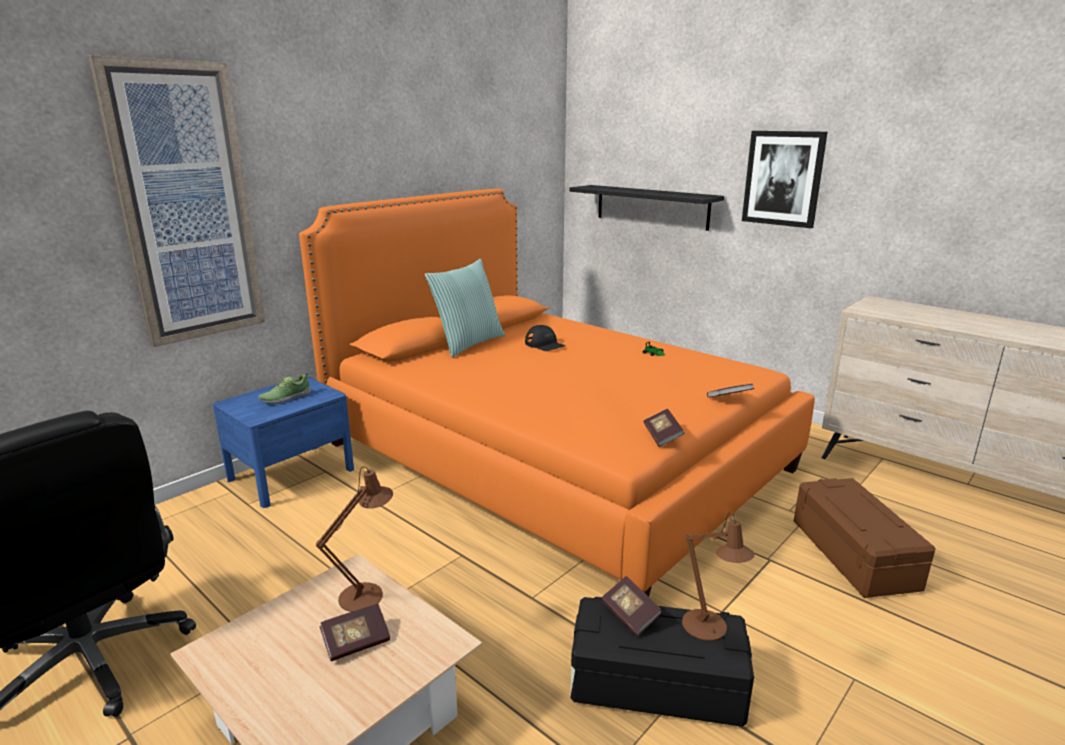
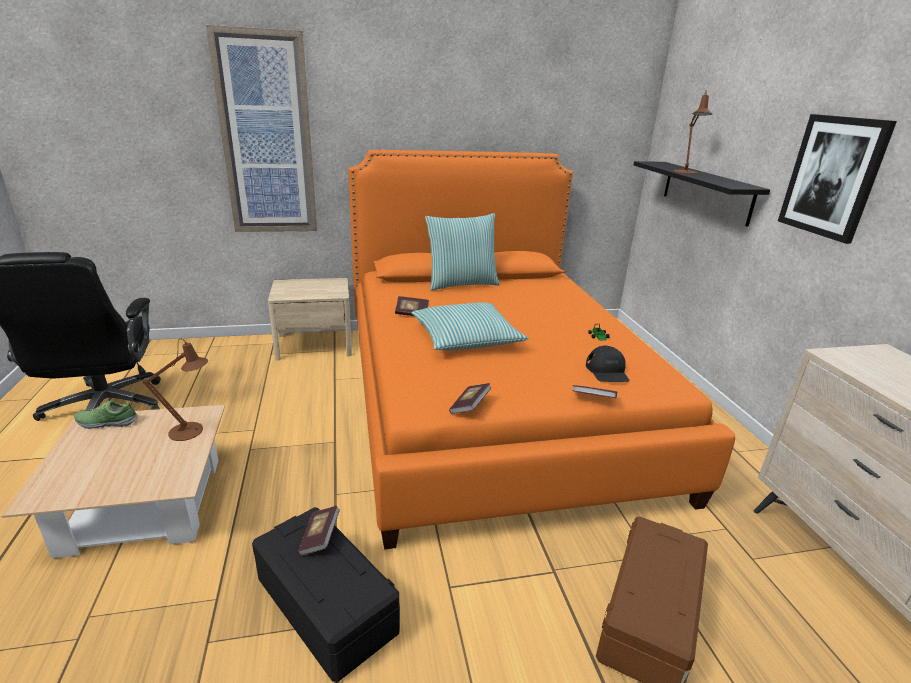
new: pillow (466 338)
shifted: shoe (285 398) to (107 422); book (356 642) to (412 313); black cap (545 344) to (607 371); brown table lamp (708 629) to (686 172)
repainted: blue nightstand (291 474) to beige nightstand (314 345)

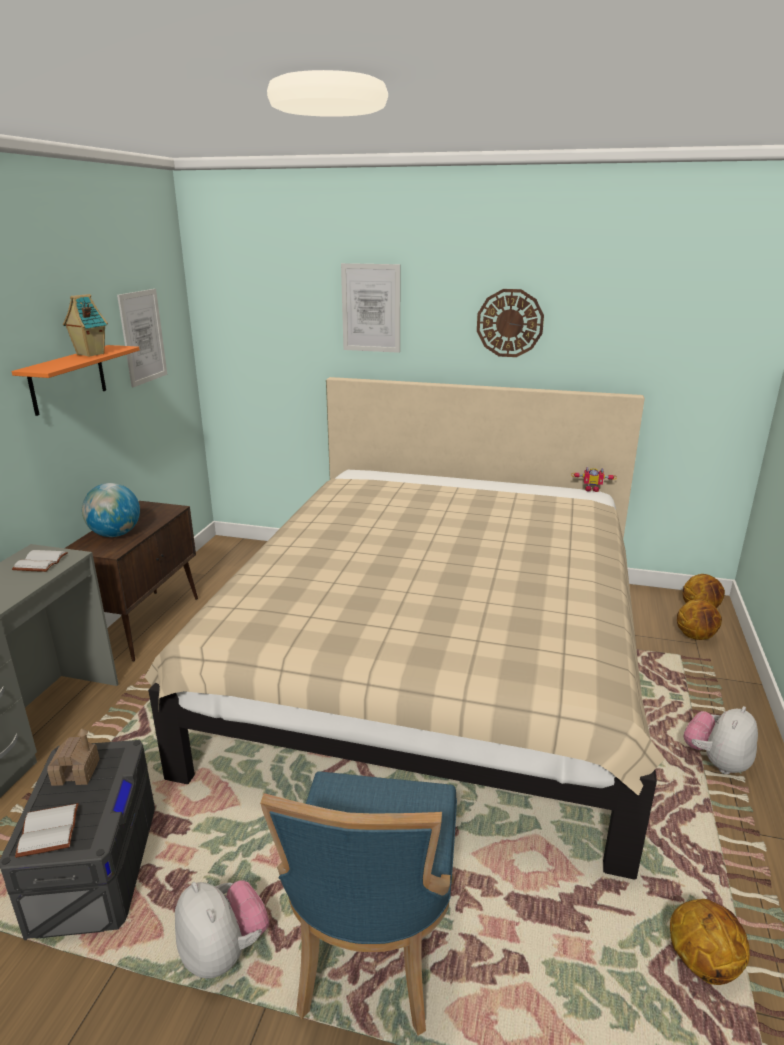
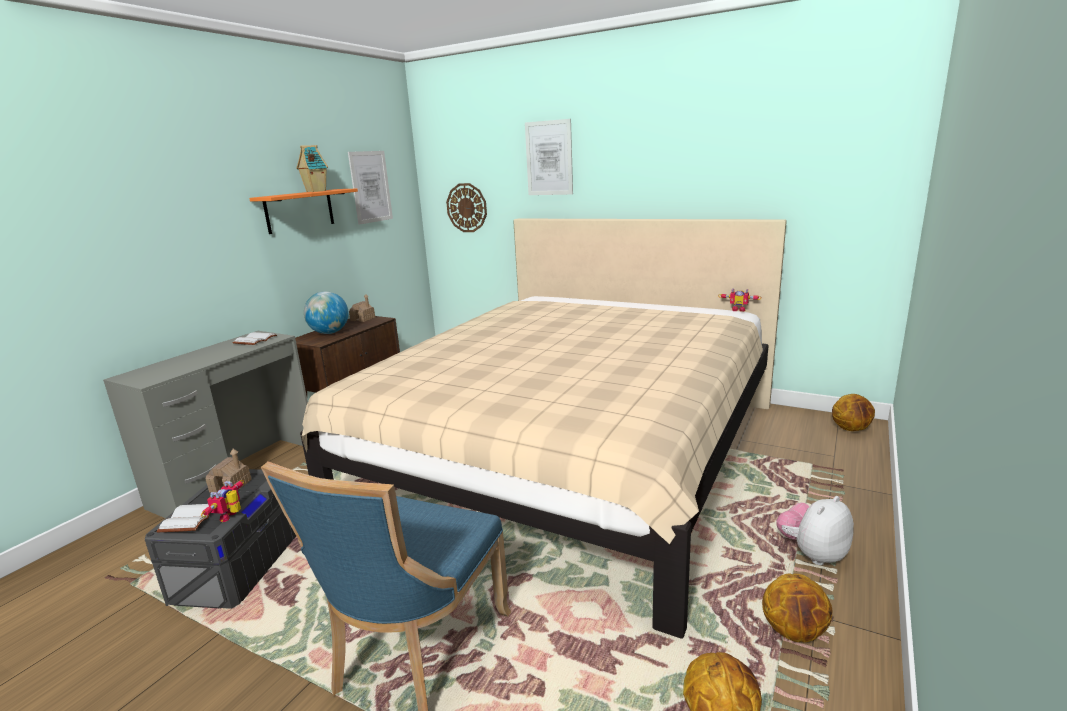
gone: plush toy (224 951)
new: toy robot (231 516); toy house (363 319)
shifted: wall clock (509 323) to (467 207); basketball (696 636) to (794 632)

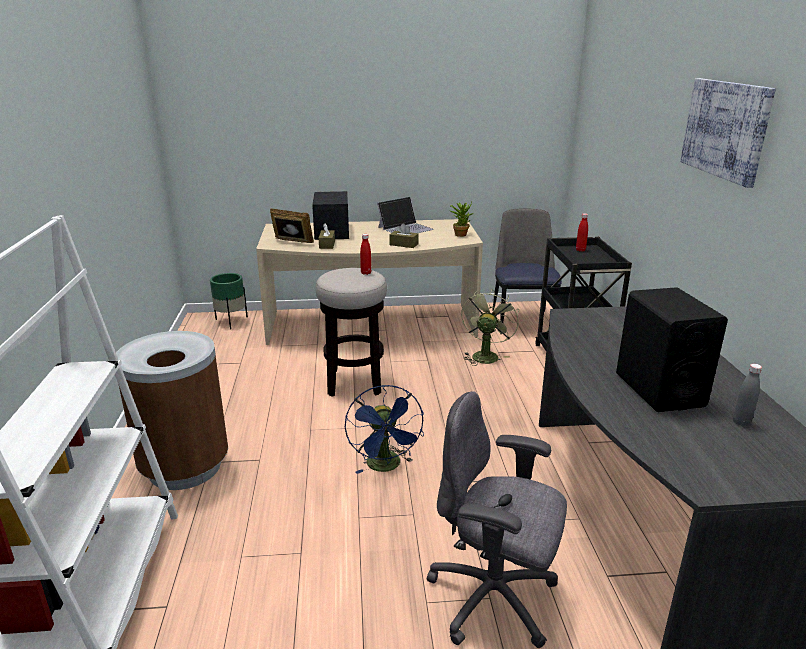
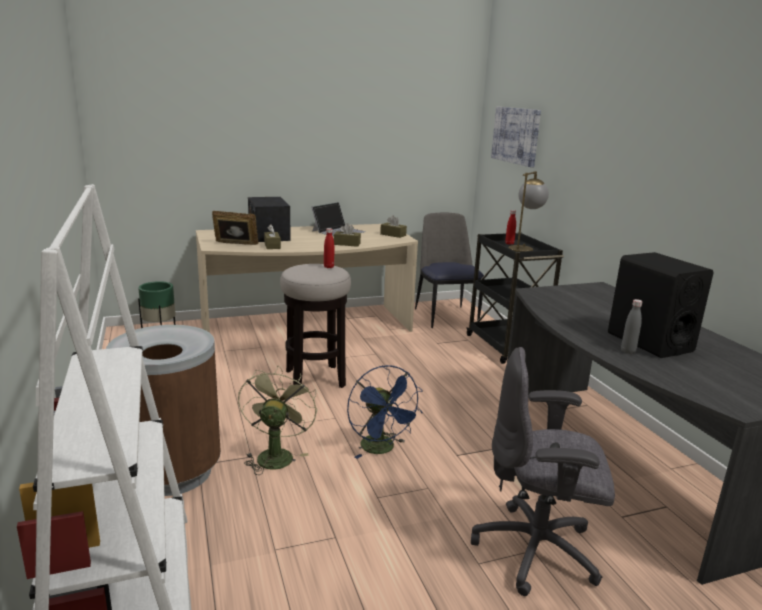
new: table lamp (523 250)
shifted: green fan (485 355) to (275 454); picture (725 129) to (516 135); grey bottle (741 422) to (628 351)
swapped: potted plant (460 234) to brown tissue box (393 235)

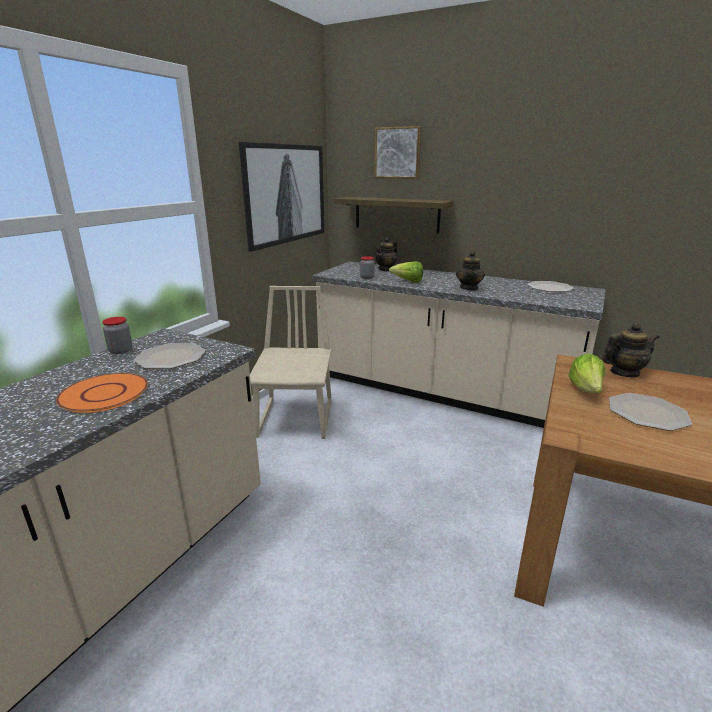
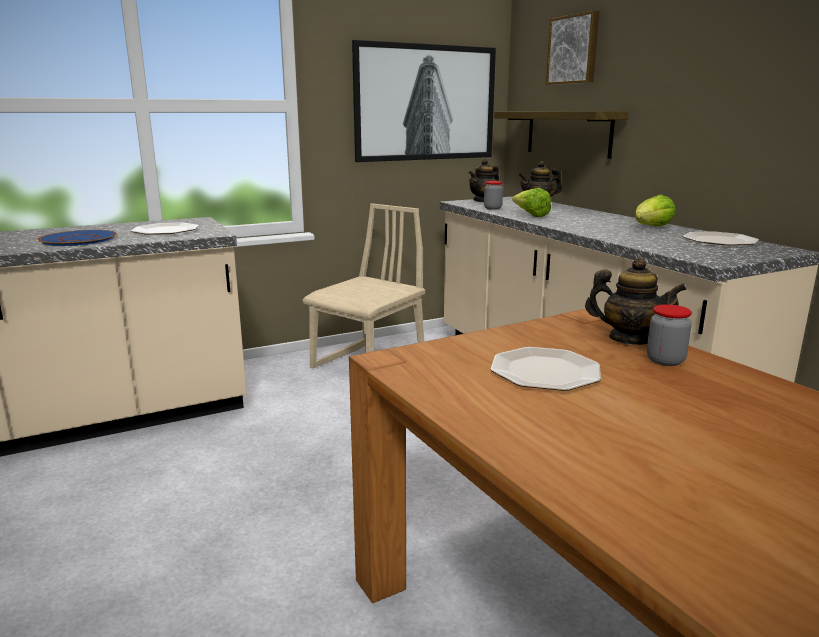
shifted: teapot (469 288) to (483 201); lettuce (586 390) to (651 227); jar (120 351) to (665 360)
repainted: orange plate (104 394) to blue plate (78 239)

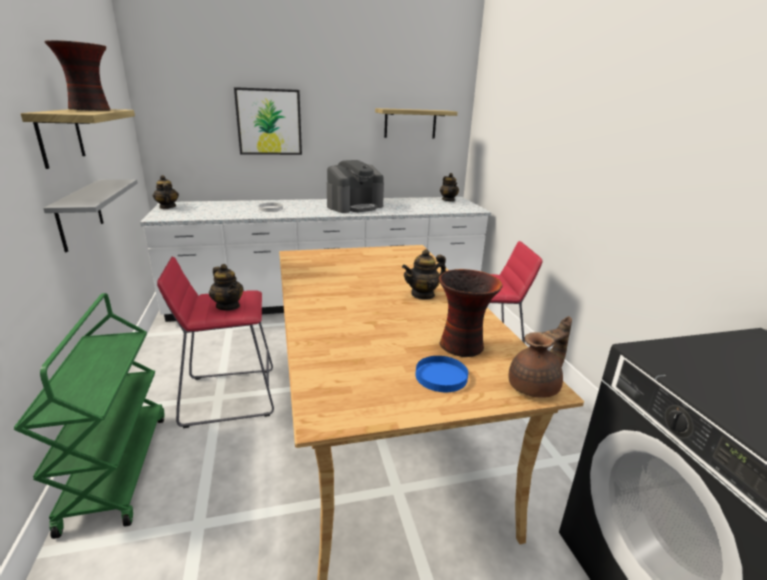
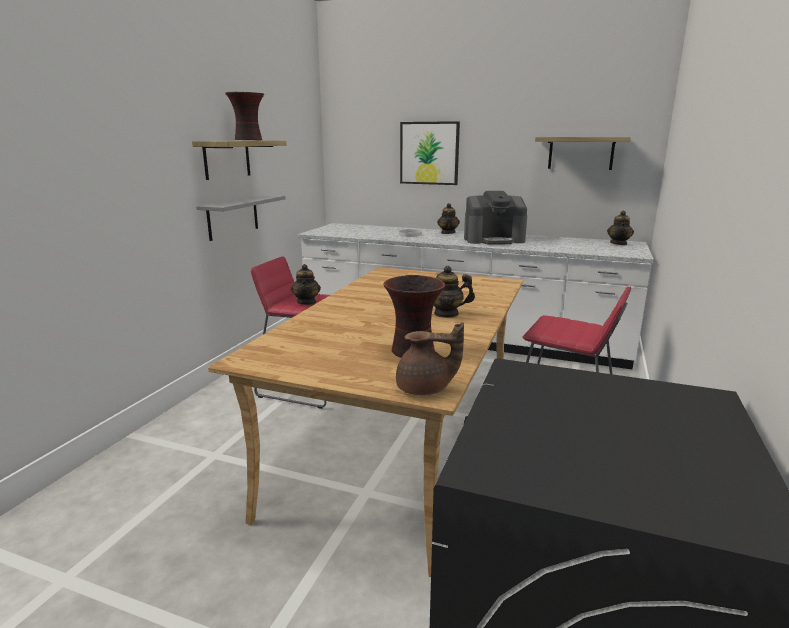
gone: green cart (117 468); blue plate (440 376)
shifted: teapot (167 207) to (447 233)

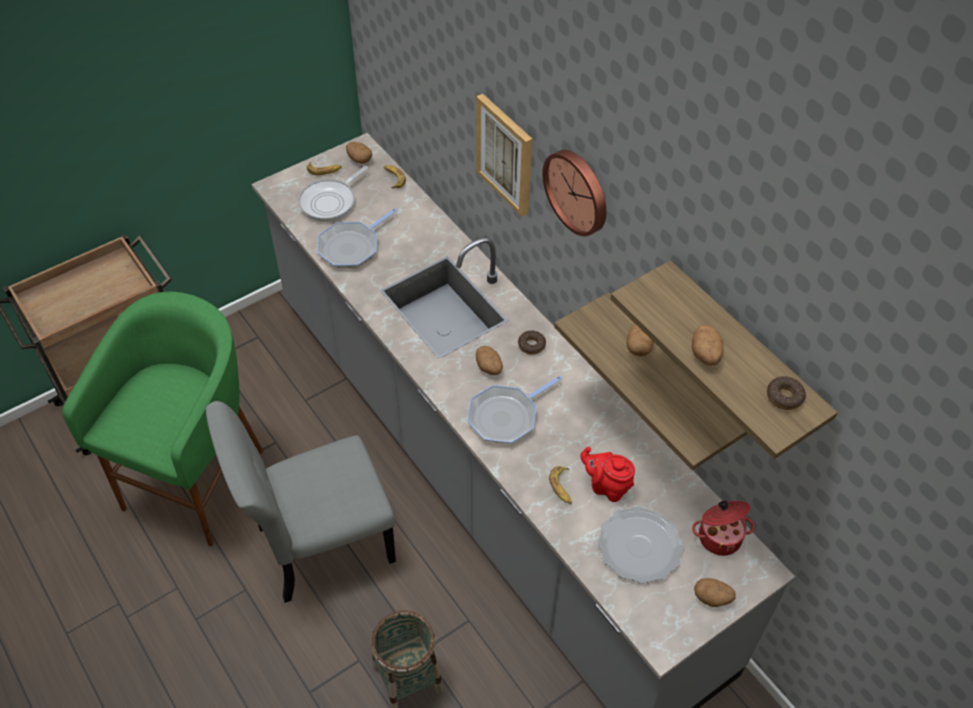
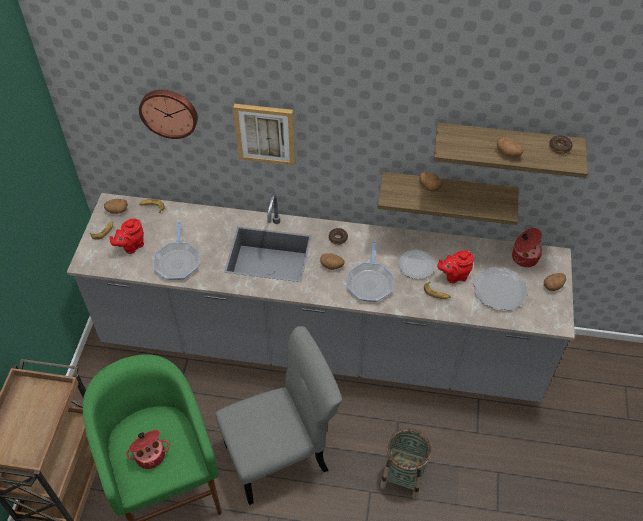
new: cooking pot (150 454); plate (416 266)
shifted: wall clock (578 191) to (169 112)
swapped: frying pan (330 202) to red teapot (131 246)
rotated: grey chair (319 545) = (281 456) 135 degrees counterclockwise

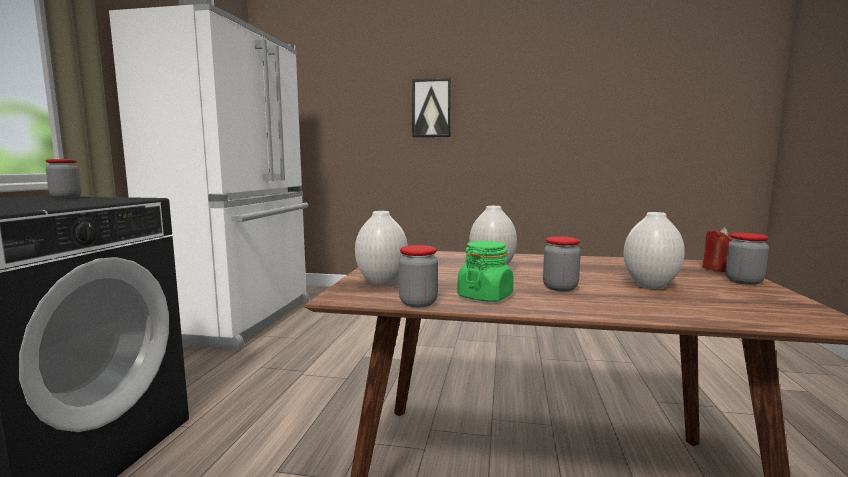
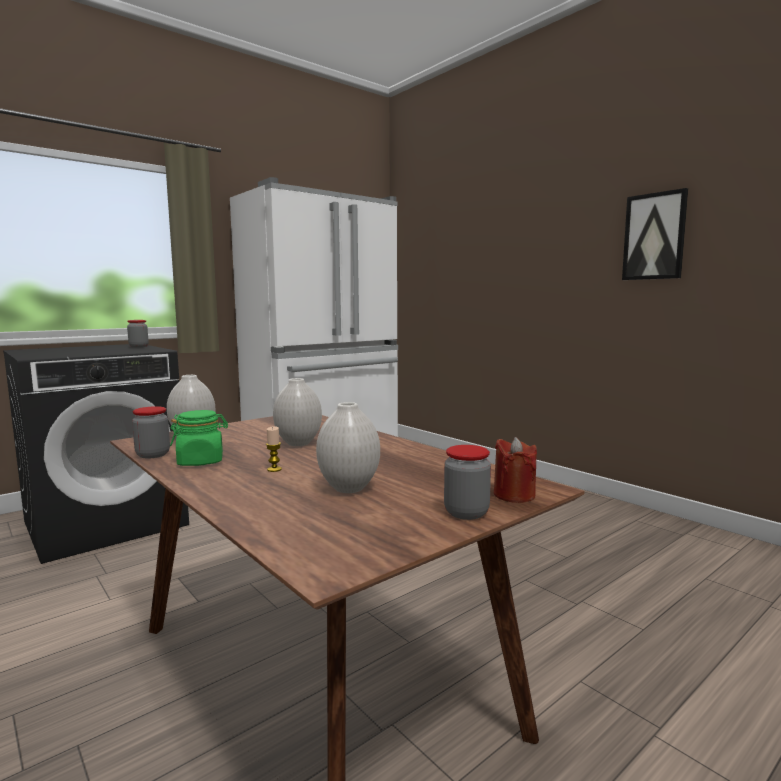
shifted: picture (431 108) to (654 236)
swapped: jar (560 288) to candle (274 469)

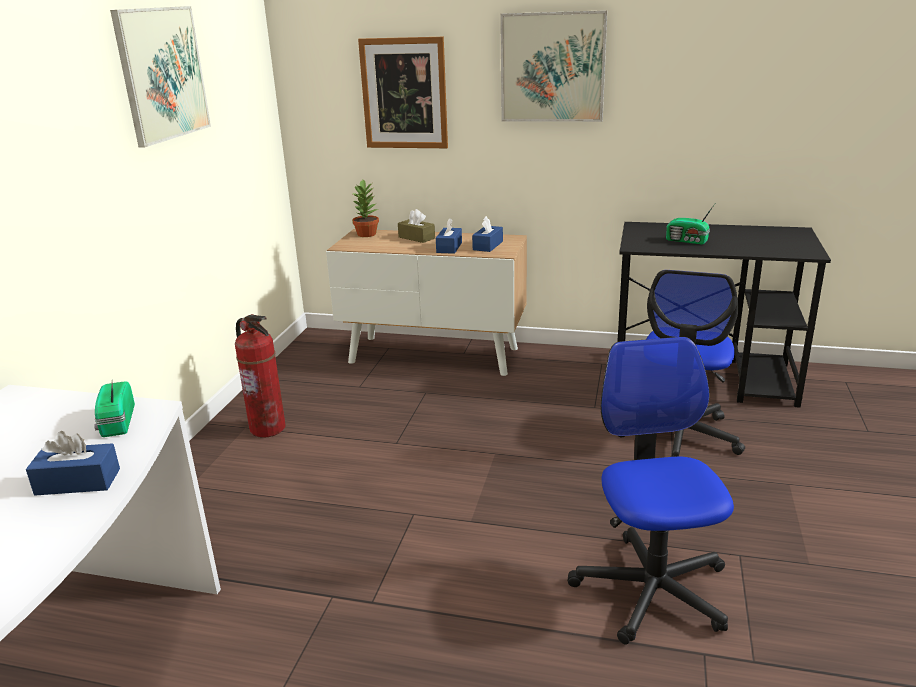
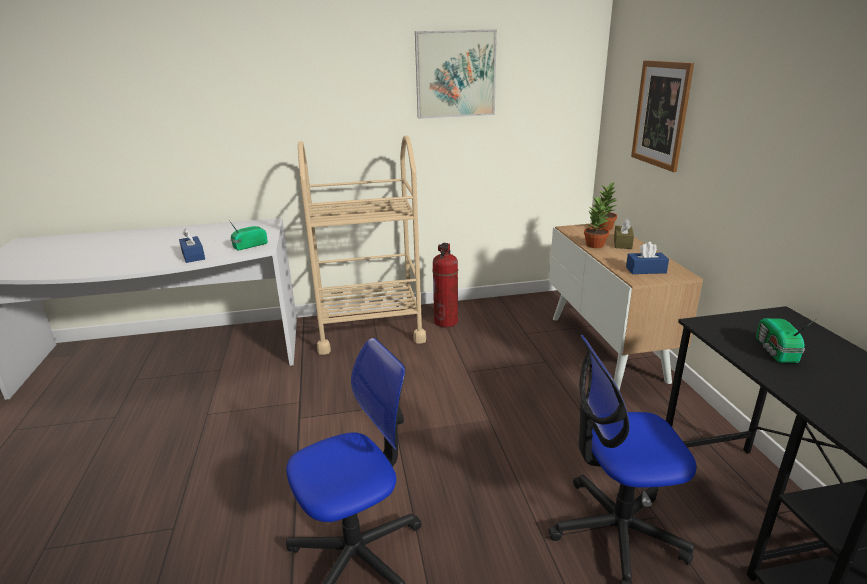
gone: blue tissue box (449 247); picture (552 67)
new: beige cart (369 329); potted plant (594 245)

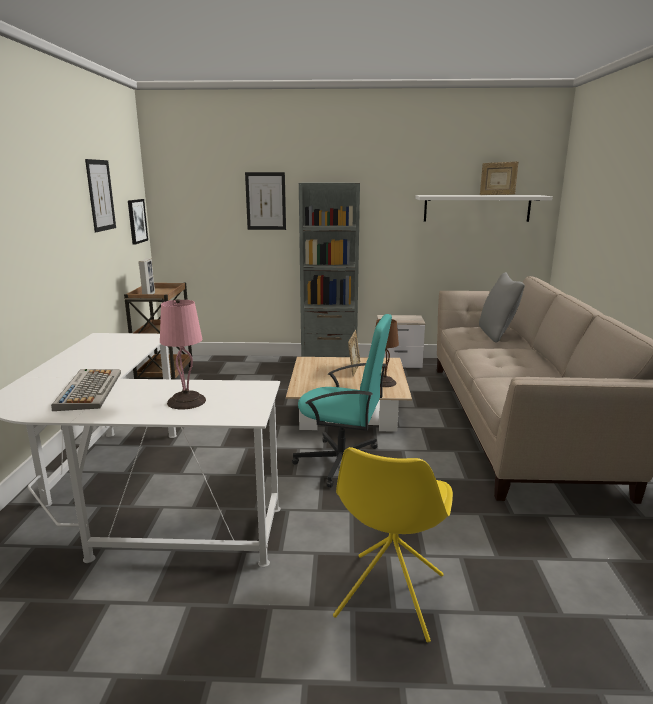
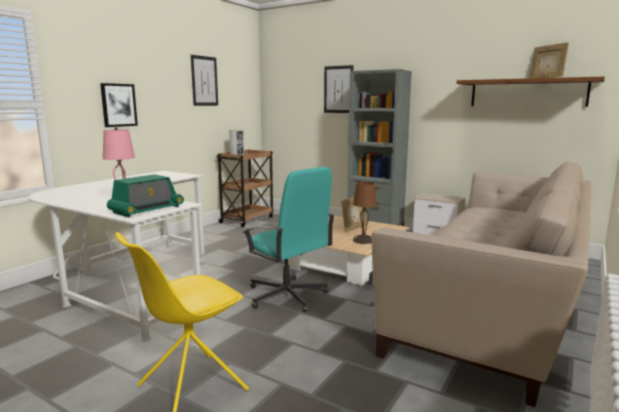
gone: keyboard (89 390); grey pillow (497 334)
new: radio (147 209)
shifted: picture (136 221) to (118 105)
repainted: white shelf (477 208) to brown shelf (527 93)

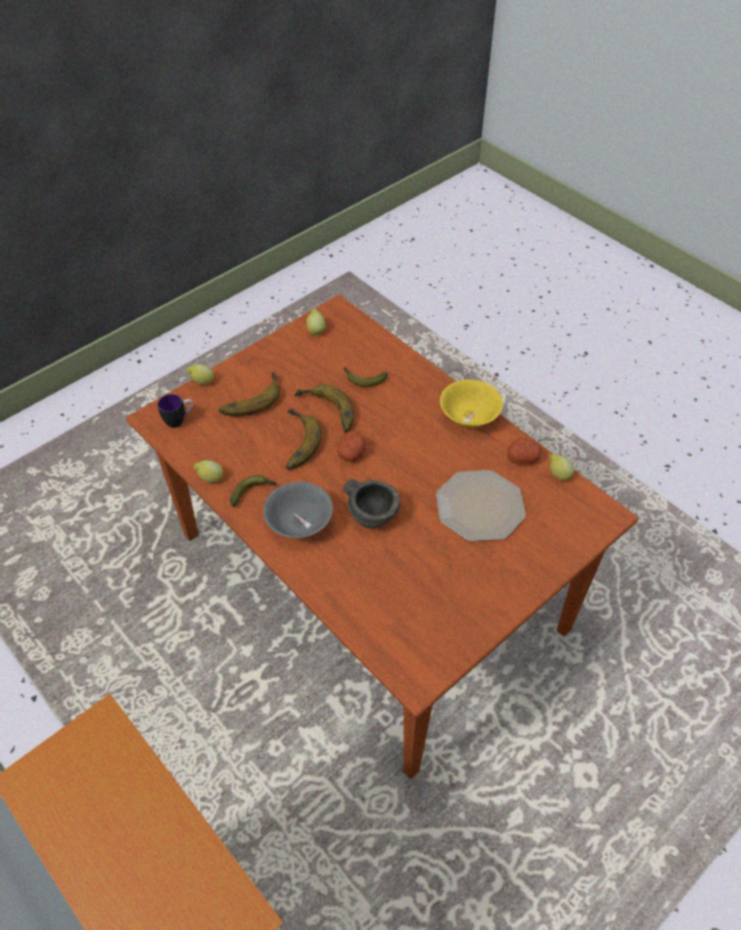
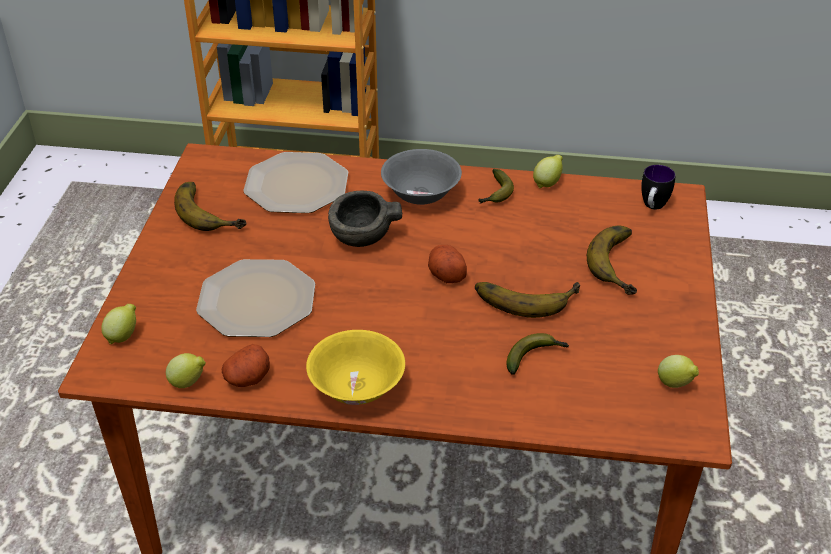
new: plate (296 184)
shifted: lemon (202 382) to (123 336); banana (294 443) to (211 210)

